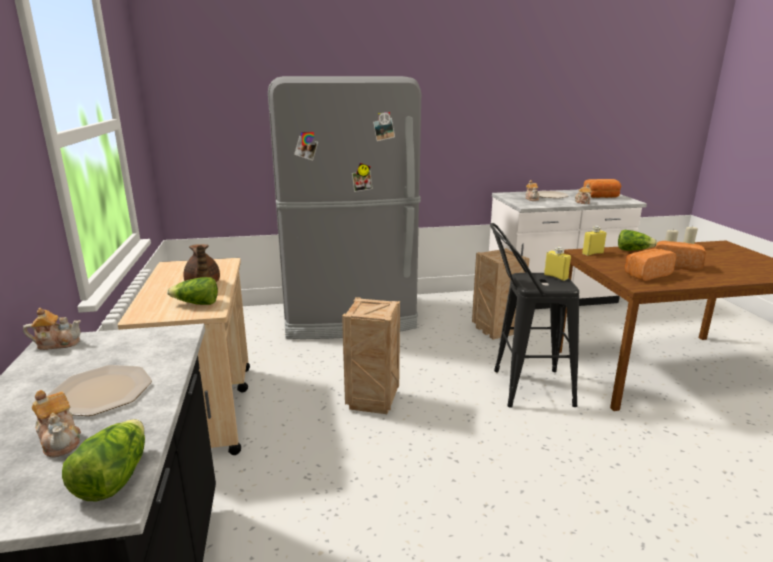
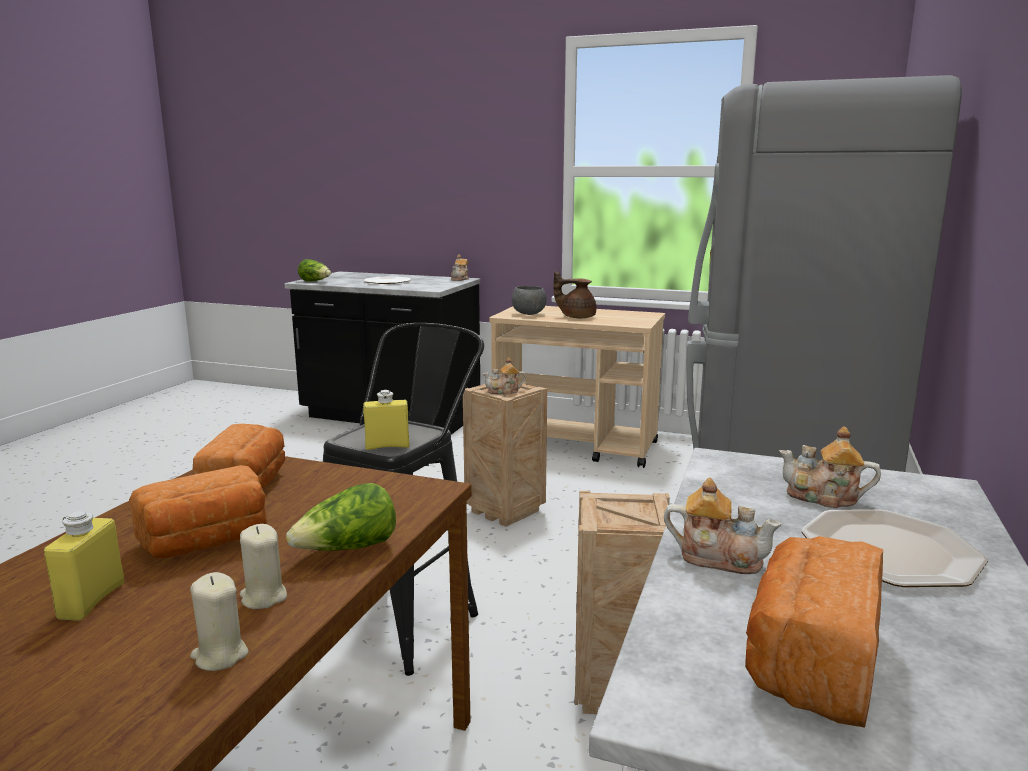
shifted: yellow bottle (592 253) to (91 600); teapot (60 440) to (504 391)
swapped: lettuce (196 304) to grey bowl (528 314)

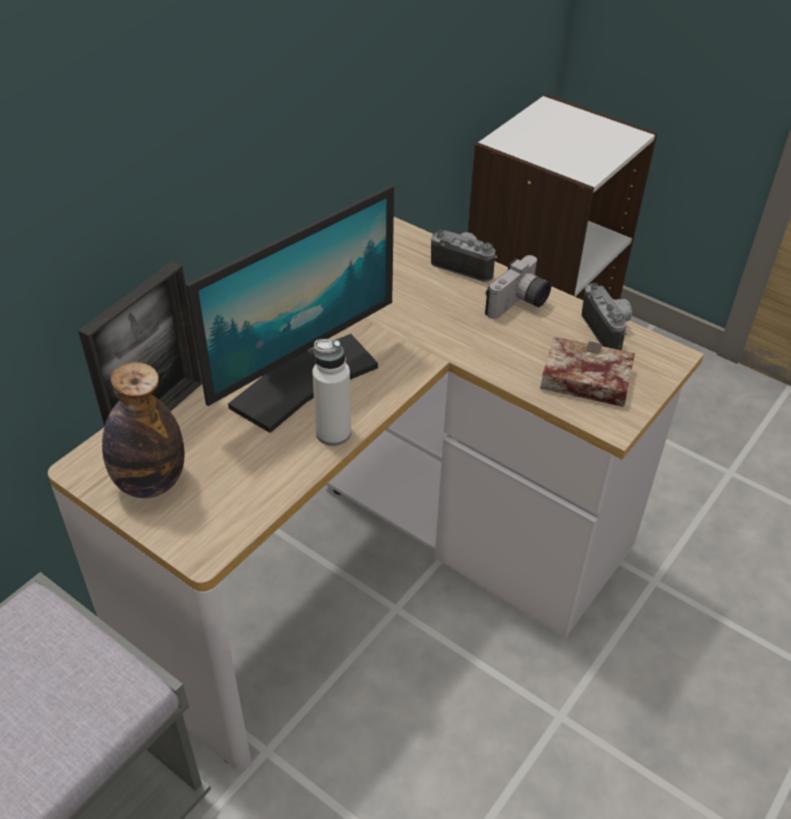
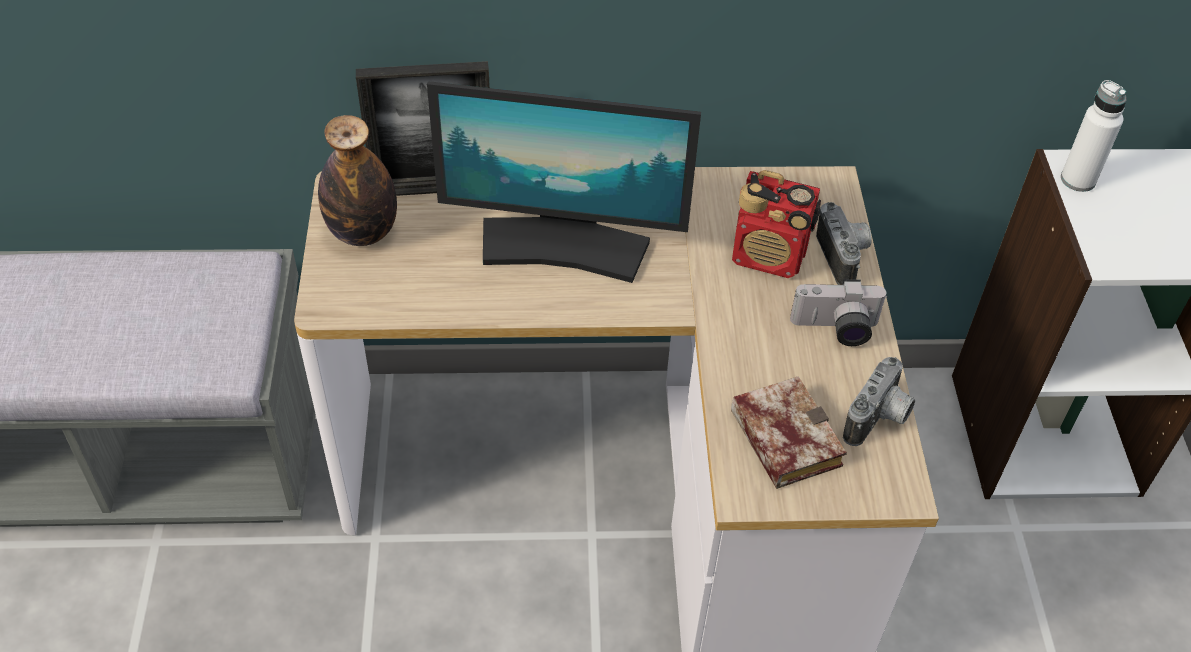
new: radio (769 257)
shifted: white bottle (333 433) to (1078 180)

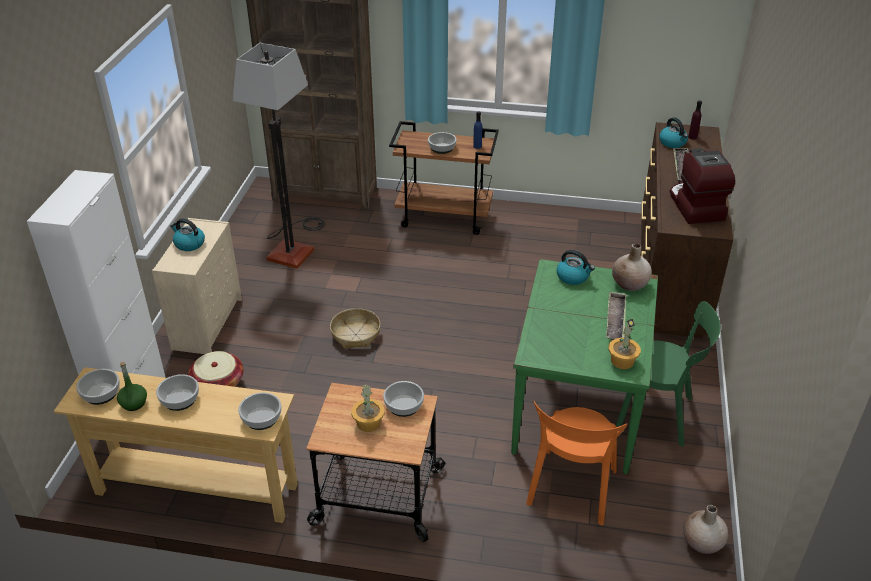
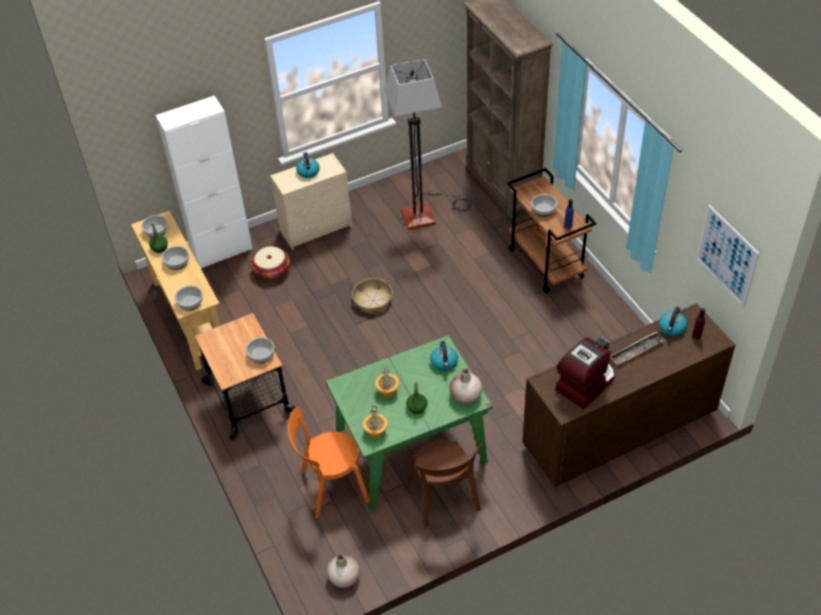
new: picture (727 255)
shifted: potted plant (369 423) to (387 391)
swapped: tray (615 320) to green bottle (417 407)
repainted: green chair (658 414) to brown chair (444 499)

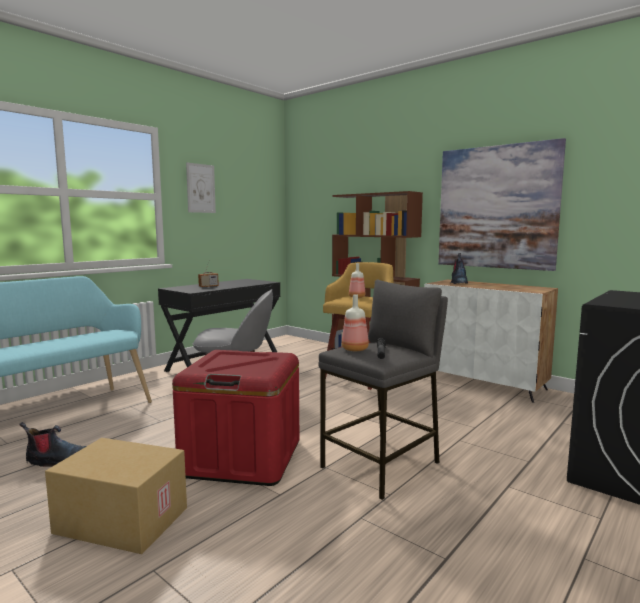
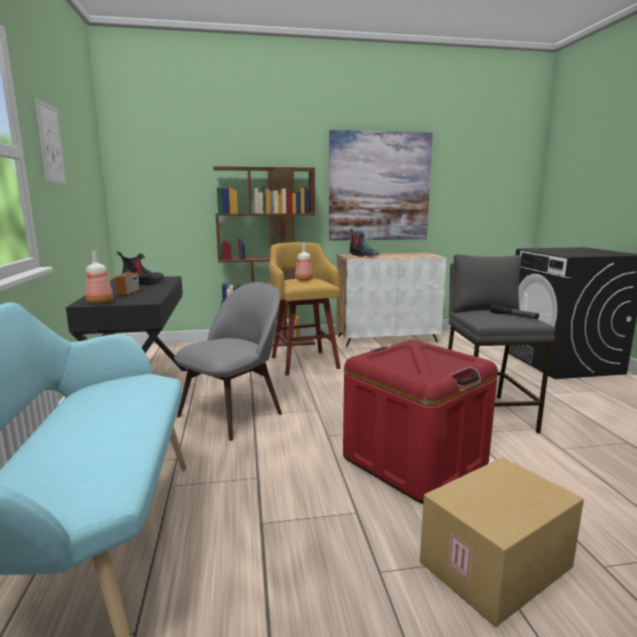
shifted: bottle (355 349) to (100 302); boot (59 461) to (143 284)

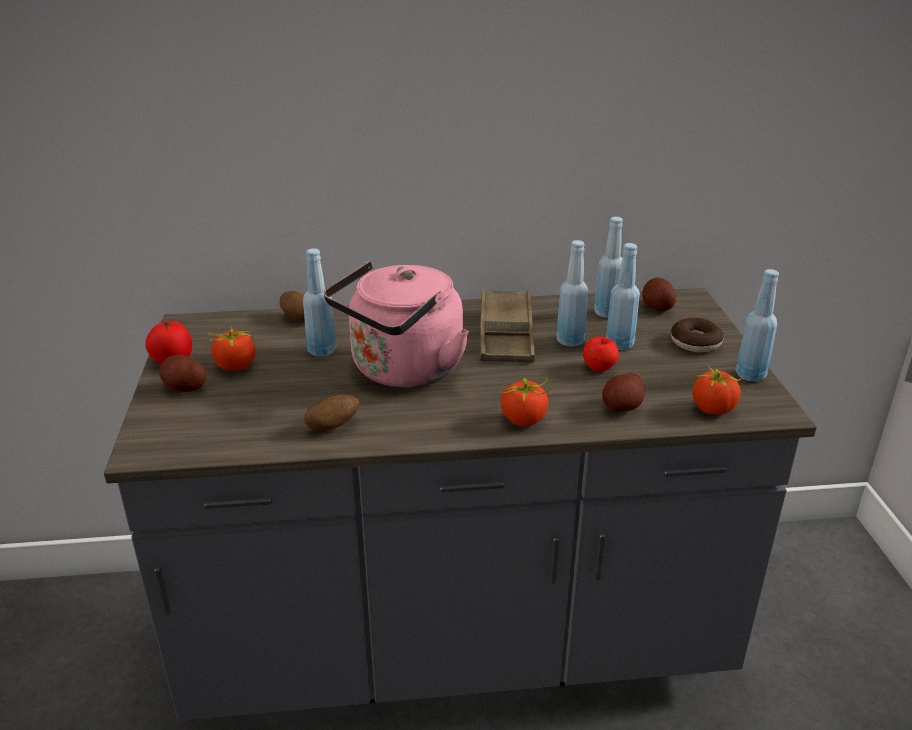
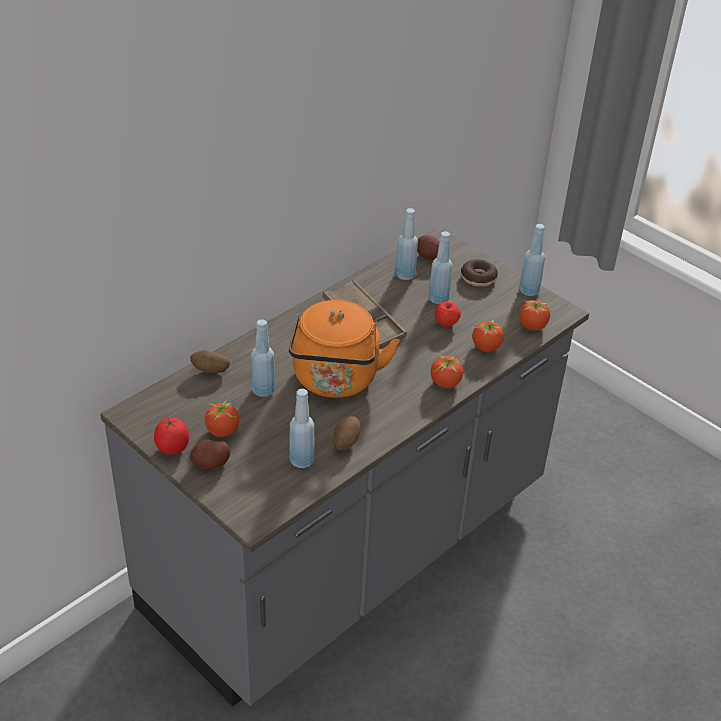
shifted: blue bottle (570 341) to (301 460)
swapped: potato (622 407) to tomato (486 347)
repainted: pink kettle (402 371) to orange kettle (335 381)

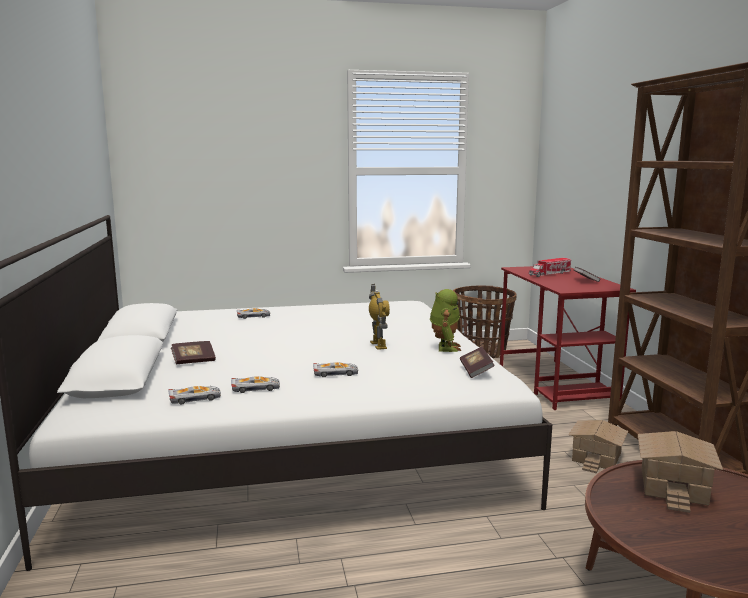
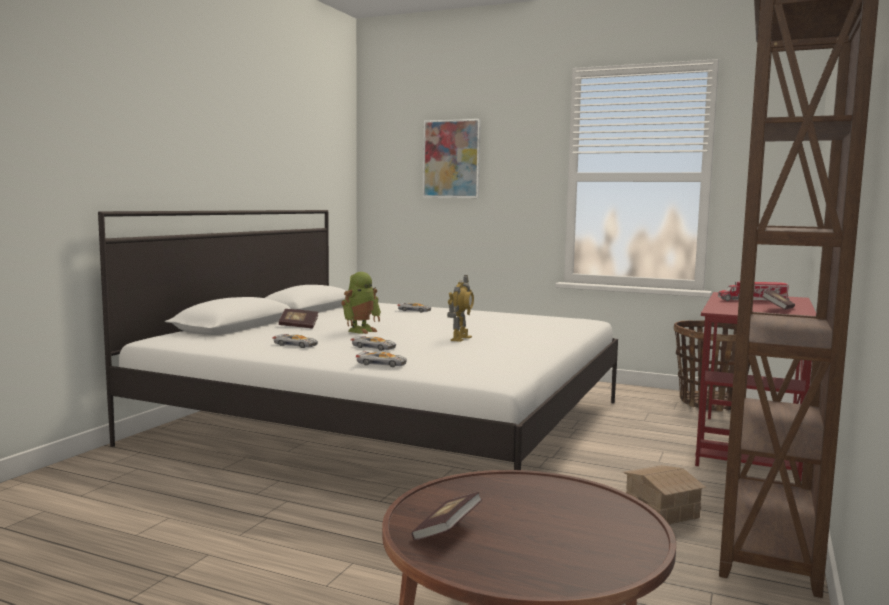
gone: toy house (671 486)
new: picture (451 159)
shifted: toy robot (444 347) to (361 330); toy car (195 398) to (382 364); book (476 370) to (447 531)

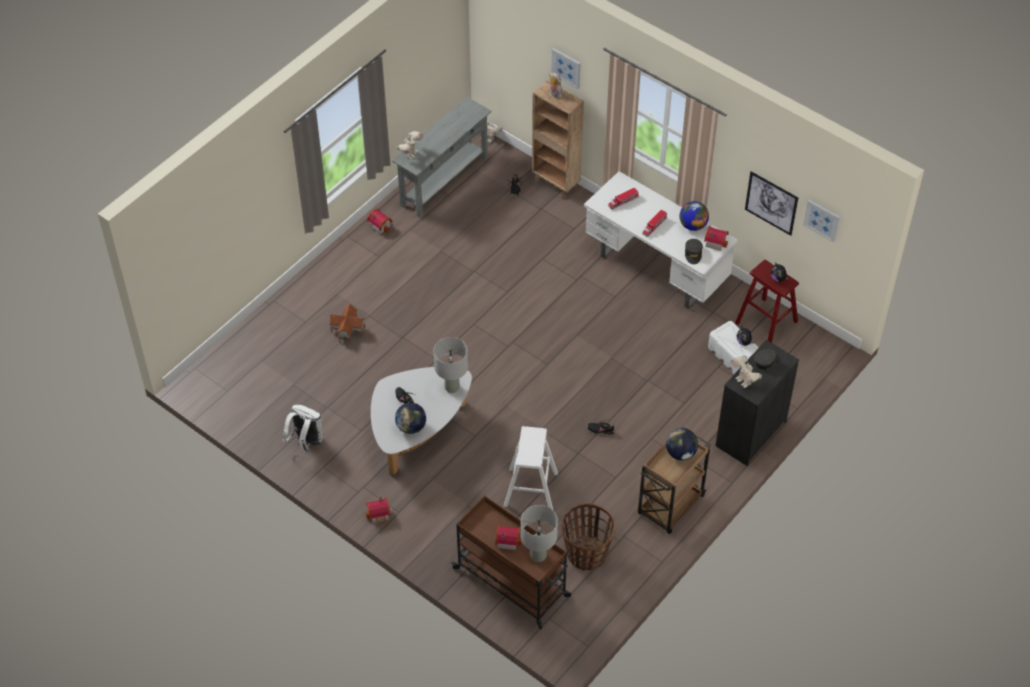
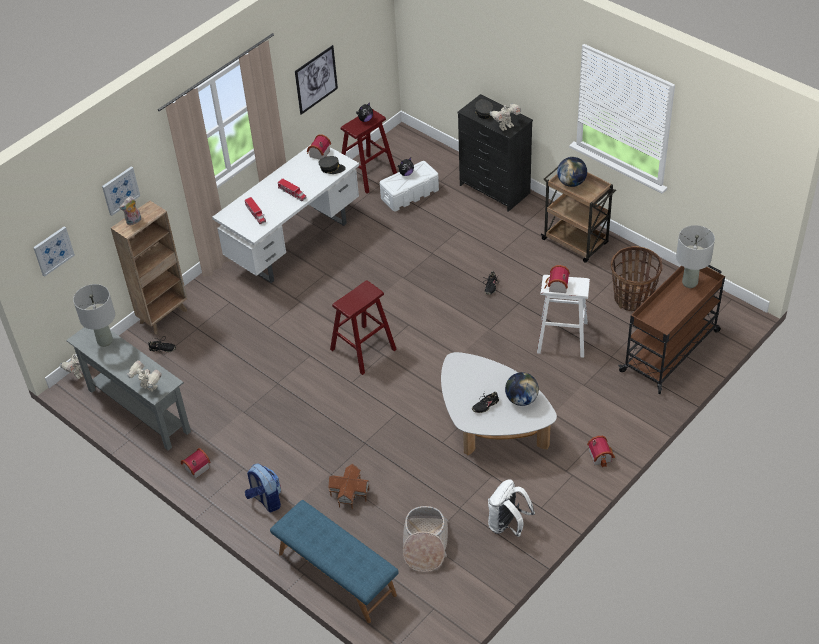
gone: globe (693 225)
new: backpack (265 500); blue bench (336 574); red stool (363 349); basket (425 545)
shifted: picture (822 220) to (53 250); grey table lamp (452 387) to (104 341); toy house (507 540) to (556 286)

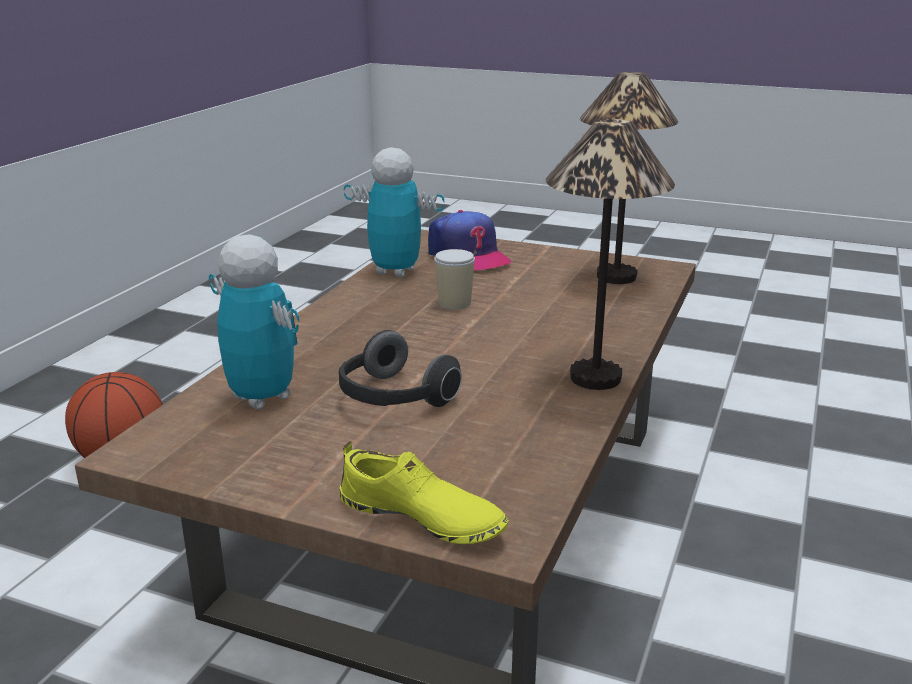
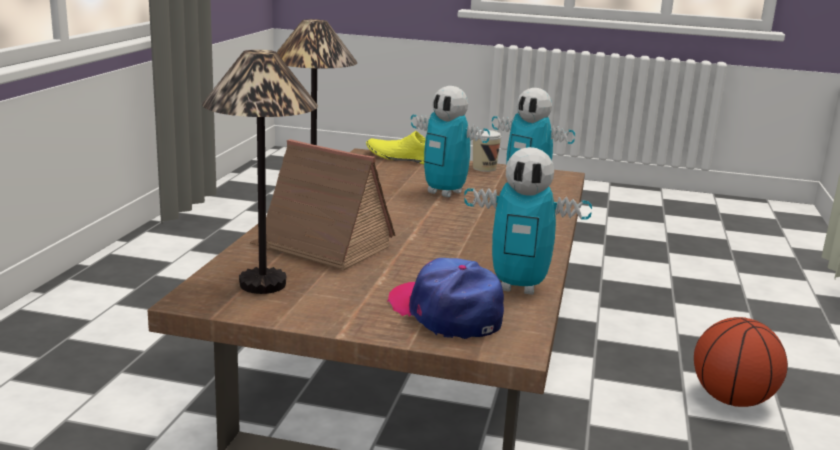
new: toy house (322 246)
shifted: cup (454 303) to (484 168)
swapped: headphones (393 399) to toy robot (444 193)

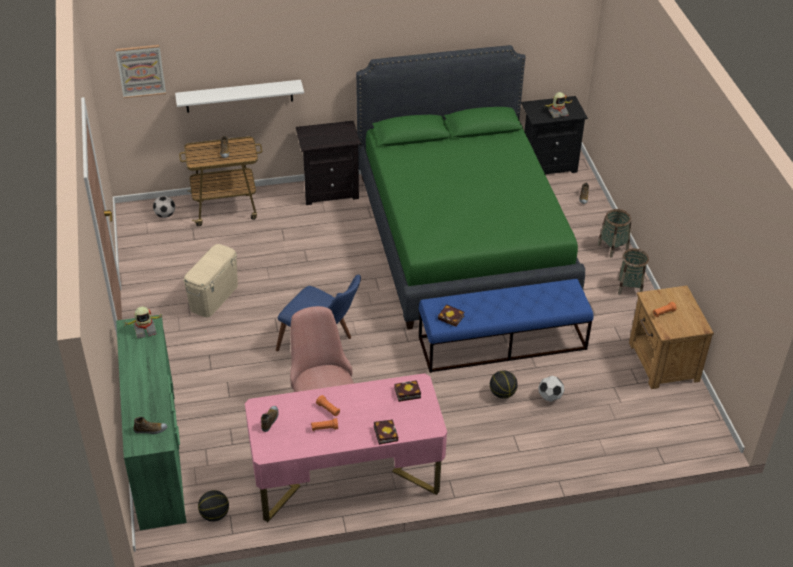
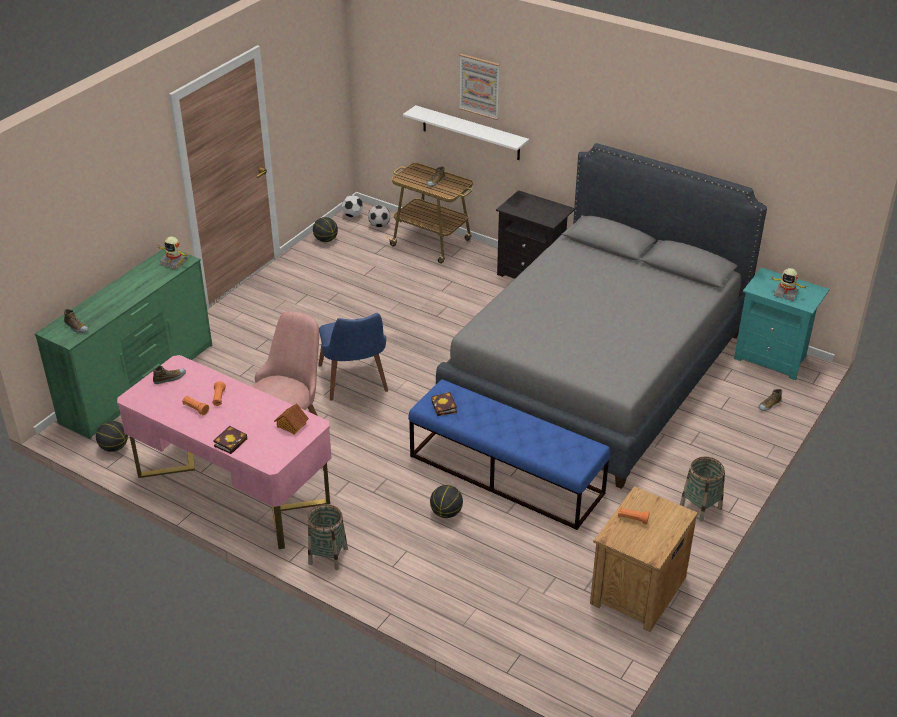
gone: beige storage box (214 297)
new: basketball (326 240)
shifted: basket (613 247) to (328 556); football (550 397) to (352 215); picture (141 71) to (479 86)
swapped: book (406 393) to toy house (291 425)
repainted: green bed (463 237) to grey bed (596 372); black nightstand (547 164) to turquoise nightstand (773 358)

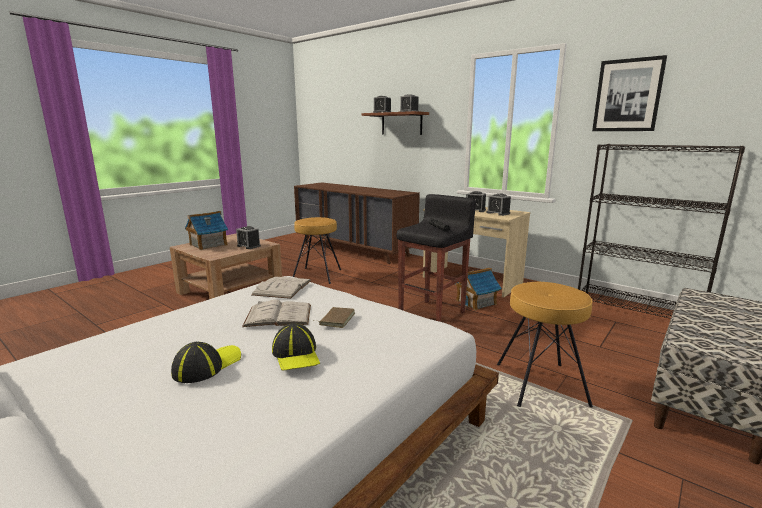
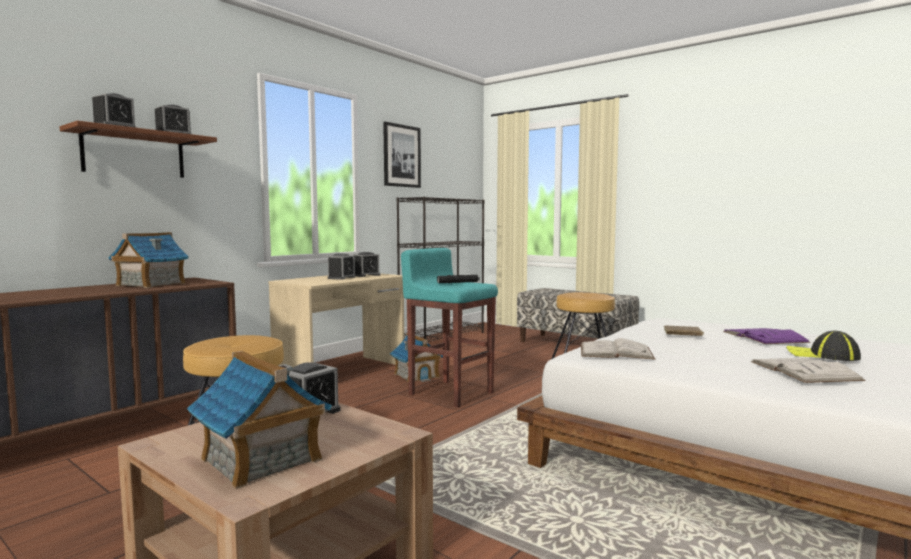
new: toy house (150 284)
shifted: white book (278 315) to (804 371)
swapped: cap (296 354) to purple book (764 337)
repainted: black stool (433 314) to turquoise stool (450 393)

